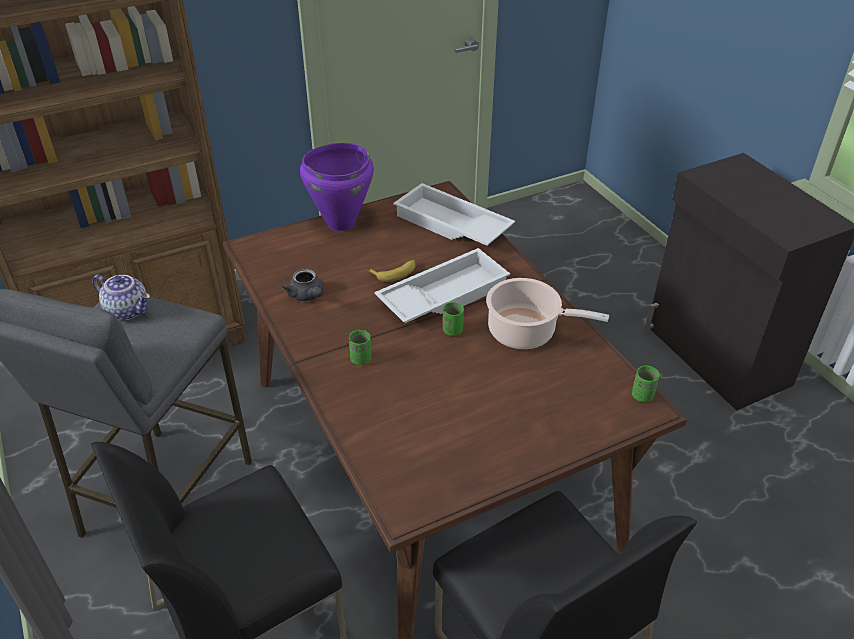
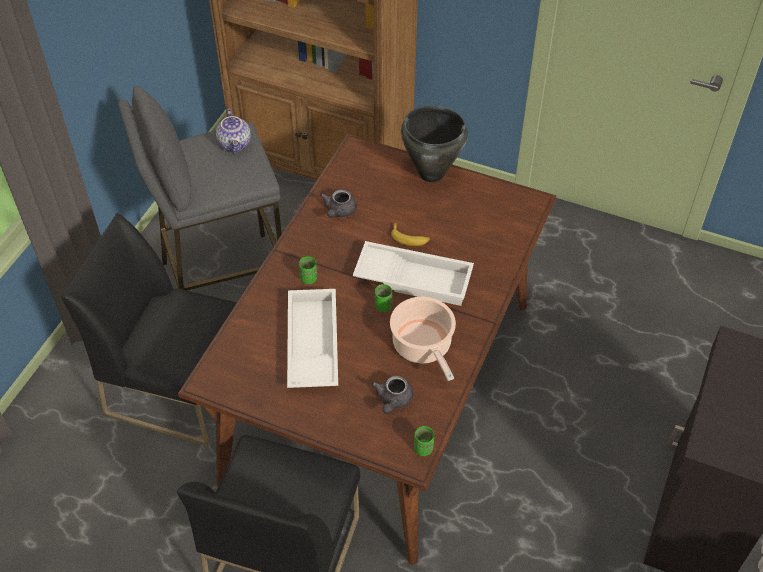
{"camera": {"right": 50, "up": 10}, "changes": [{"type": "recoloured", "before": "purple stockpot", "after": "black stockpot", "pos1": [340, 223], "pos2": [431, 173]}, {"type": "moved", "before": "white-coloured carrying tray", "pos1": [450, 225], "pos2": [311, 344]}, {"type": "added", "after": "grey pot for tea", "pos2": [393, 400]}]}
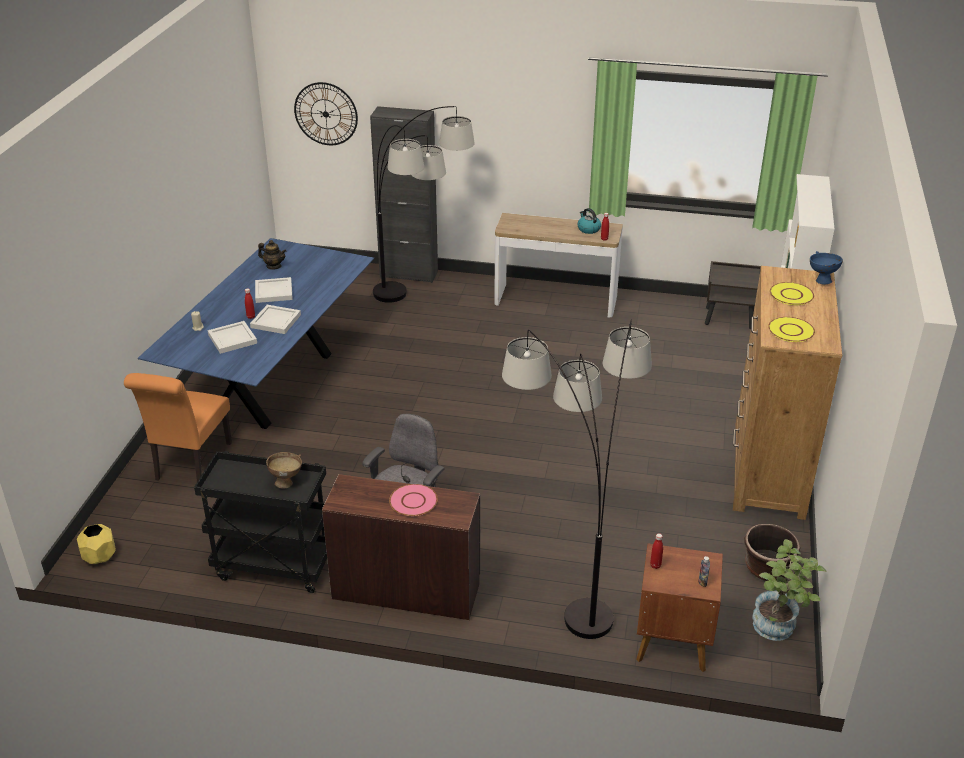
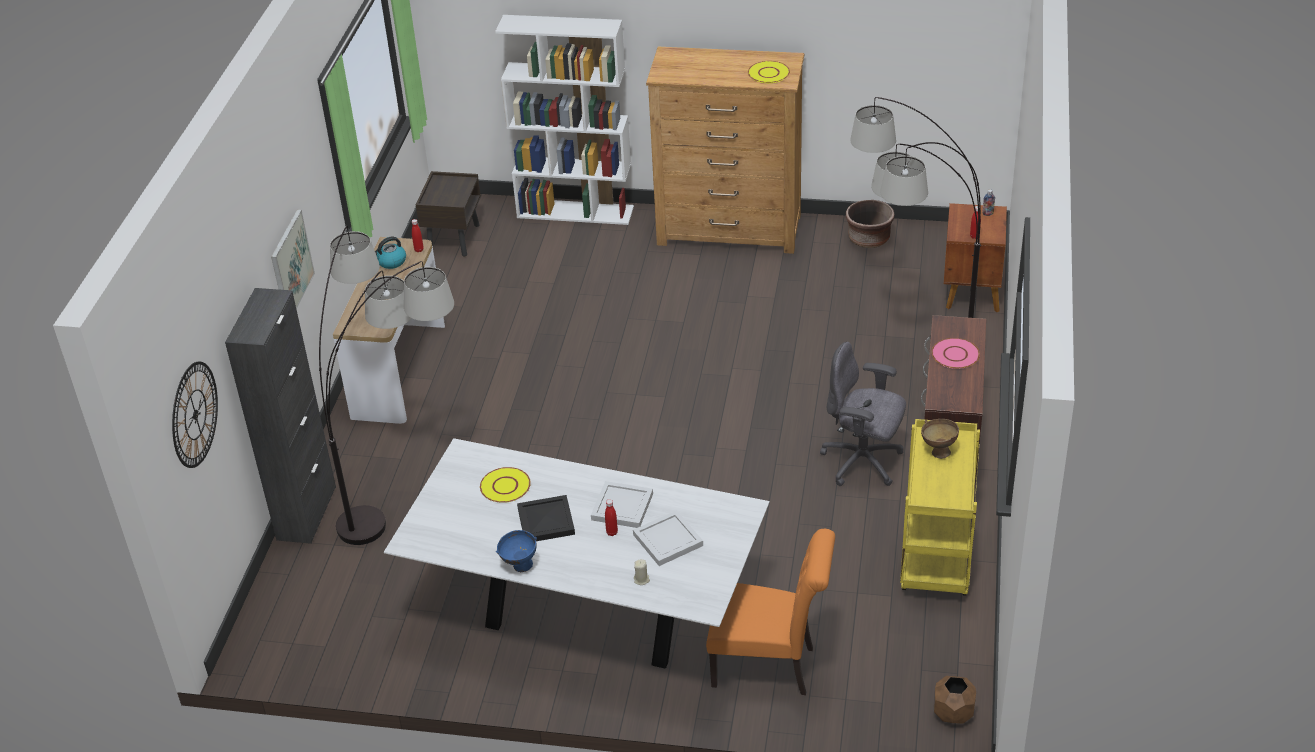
{"camera": {"right": -90, "up": 5}, "changes": [{"type": "recoloured", "before": "blue kitchen table", "after": "white-coloured kitchen table", "pos1": [274, 383], "pos2": [587, 616]}, {"type": "removed", "before": "pot for tea", "pos1": [274, 266]}, {"type": "moved", "before": "blue bowl", "pos1": [821, 280], "pos2": [518, 566]}, {"type": "recoloured", "before": "white-coloured carrying tray", "after": "black carrying tray", "pos1": [273, 292], "pos2": [547, 521]}, {"type": "moved", "before": "yellowish dinner plate", "pos1": [791, 294], "pos2": [505, 486]}, {"type": "recoloured", "before": "black wheeled cart", "after": "yellowish wheeled cart", "pos1": [272, 567], "pos2": [937, 558]}, {"type": "recoloured", "before": "yellowish flower pot", "after": "brownish flower pot", "pos1": [99, 556], "pos2": [953, 714]}, {"type": "removed", "before": "houseplant", "pos1": [779, 629]}, {"type": "added", "after": "wall picture", "pos2": [291, 265]}]}
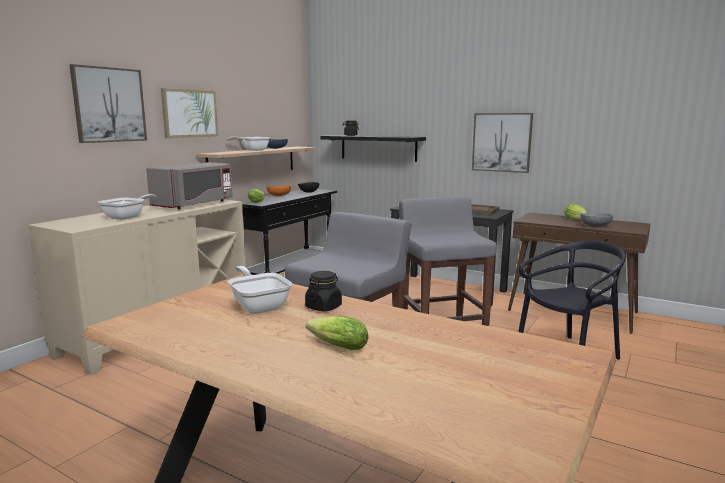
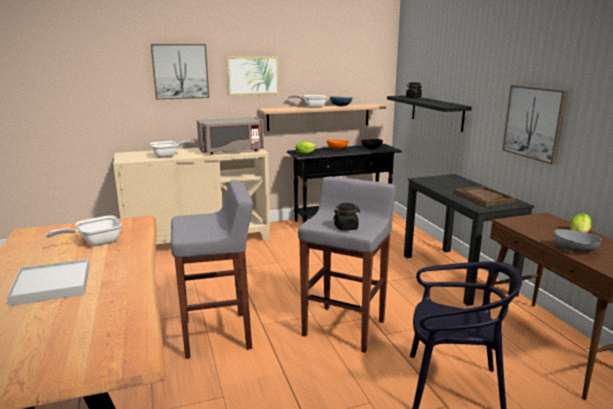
{"camera": {"right": 40, "up": 5}, "changes": [{"type": "turned", "before": "skillet", "pos1": [259, 306], "pos2": [95, 242], "turn": -135}, {"type": "moved", "before": "black preserve jar", "pos1": [323, 307], "pos2": [346, 227]}, {"type": "replaced", "before": "head of lettuce", "after": "white-coloured carrying tray", "pos1": [335, 346], "pos2": [52, 285]}]}
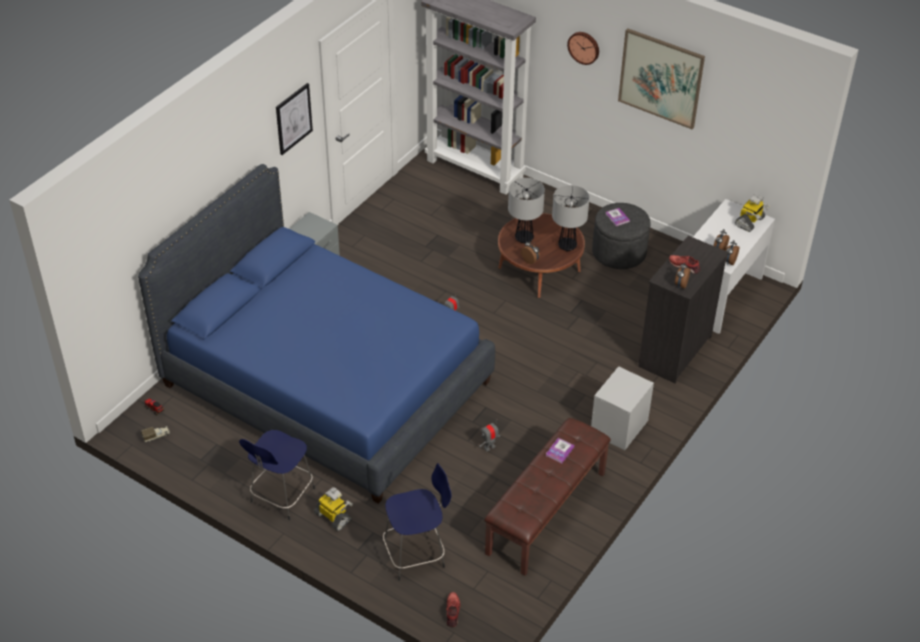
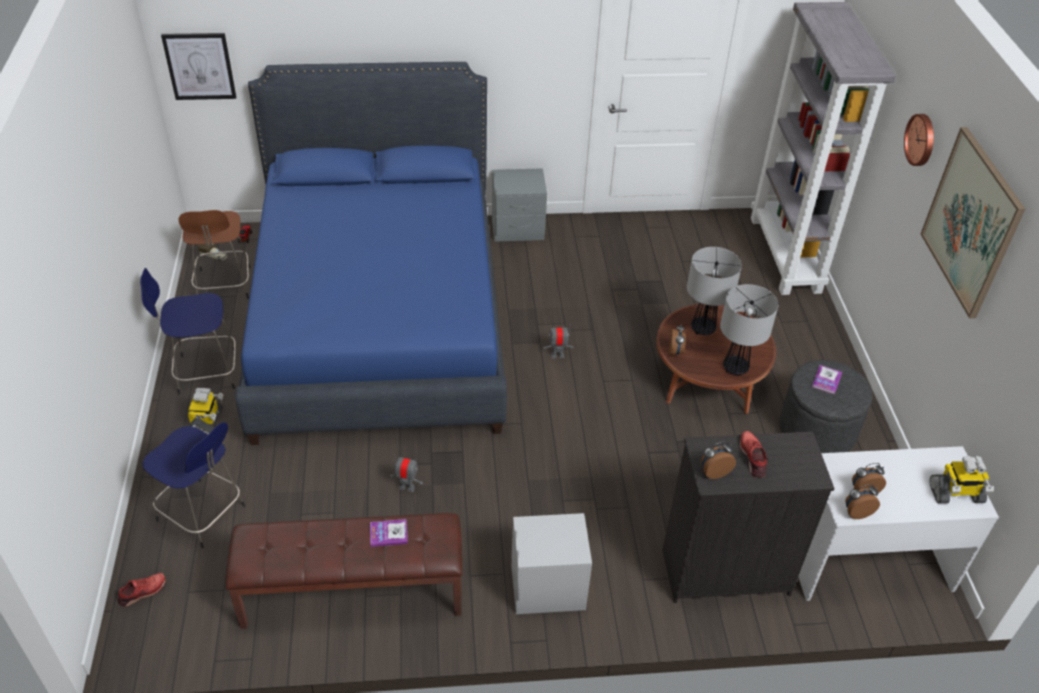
{"camera": {"right": 50, "up": 0}, "changes": [{"type": "moved", "before": "wall picture", "pos1": [293, 118], "pos2": [199, 66]}, {"type": "added", "after": "brownish stool", "pos2": [224, 286]}]}
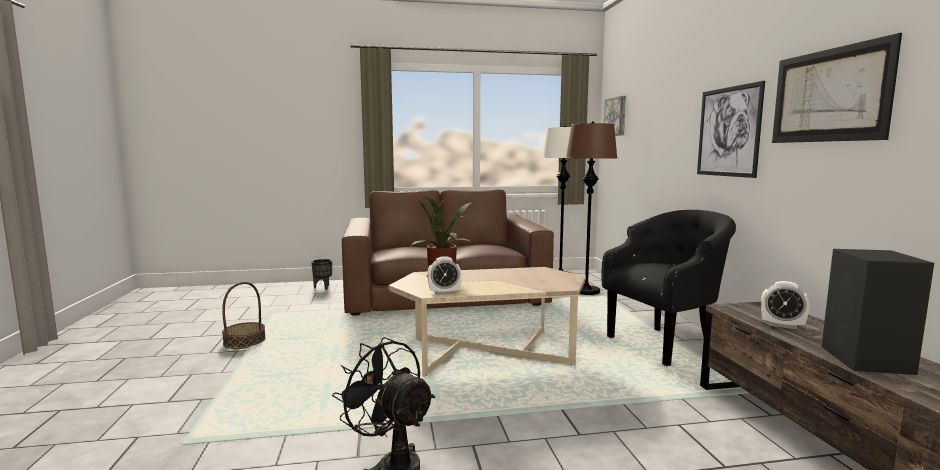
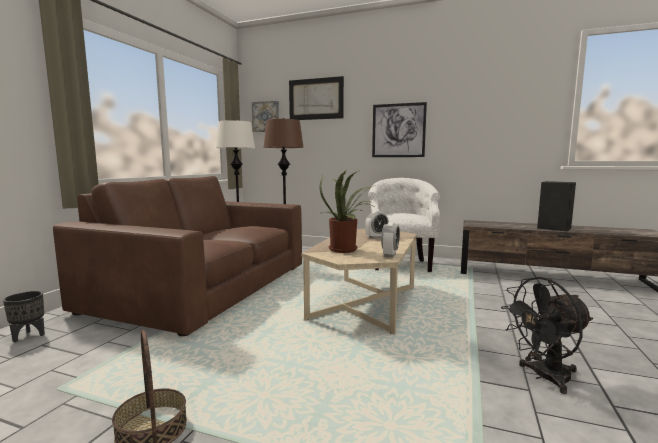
{"camera": {"right": -60, "up": 0}, "changes": [{"type": "moved", "before": "wall picture", "pos1": [828, 95], "pos2": [316, 99]}, {"type": "recoloured", "before": "black lounge chair", "after": "white-coloured lounge chair", "pos1": [665, 345], "pos2": [401, 264]}, {"type": "moved", "before": "alarm clock", "pos1": [782, 325], "pos2": [376, 237]}]}
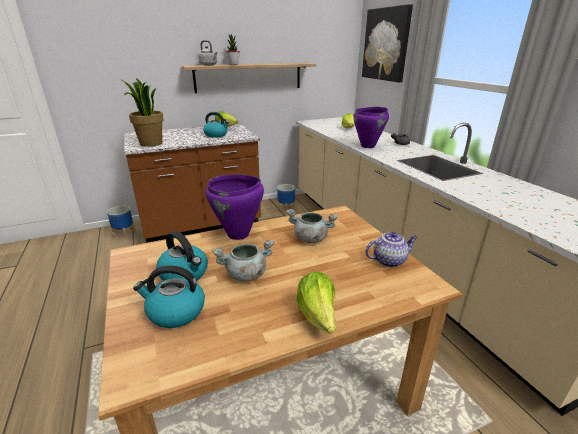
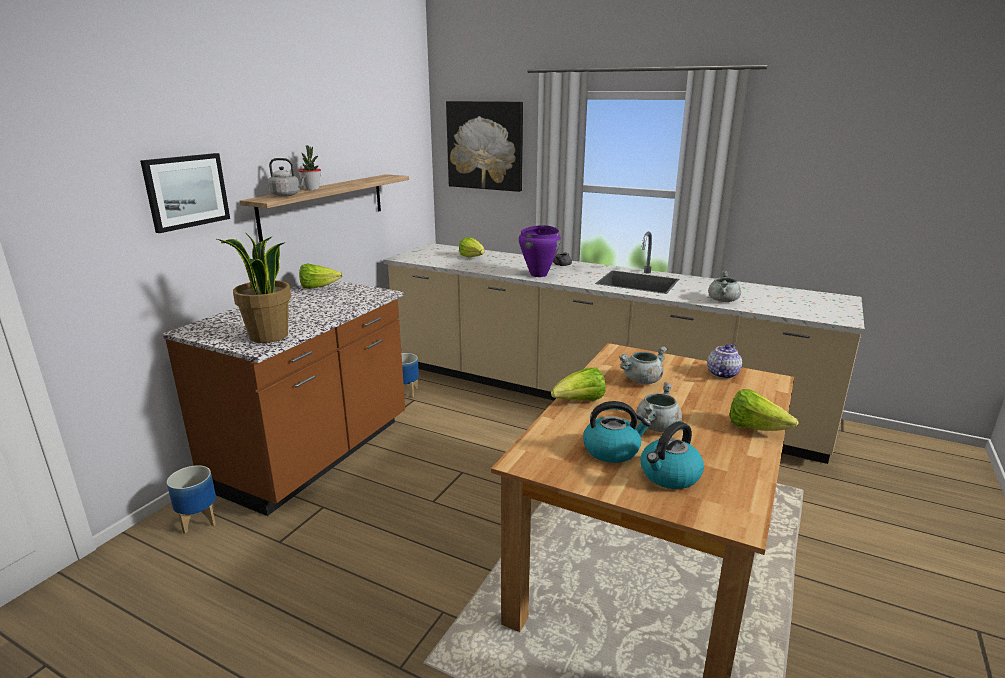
{"camera": {"right": -40, "up": -5}, "changes": [{"type": "removed", "before": "tea kettle", "pos1": [216, 135]}, {"type": "replaced", "before": "purple stockpot", "after": "head of lettuce", "pos1": [238, 234], "pos2": [580, 402]}, {"type": "added", "after": "wall picture", "pos2": [186, 191]}, {"type": "added", "after": "grey stockpot", "pos2": [723, 301]}]}
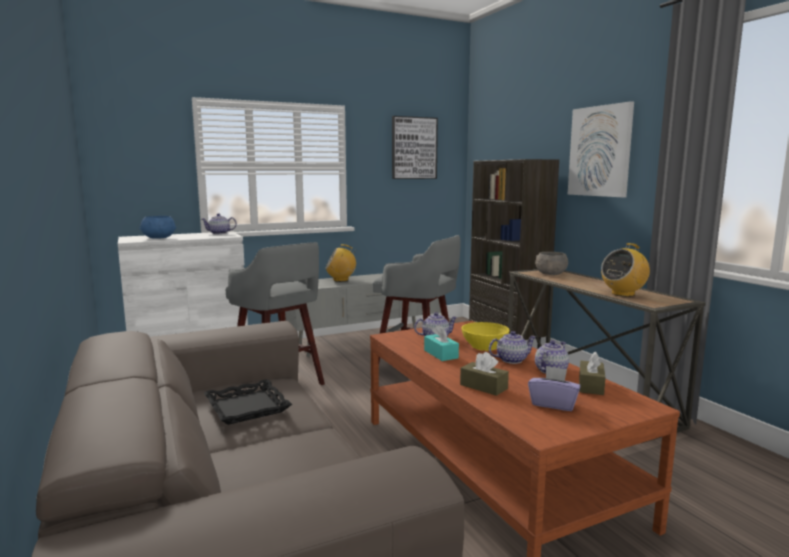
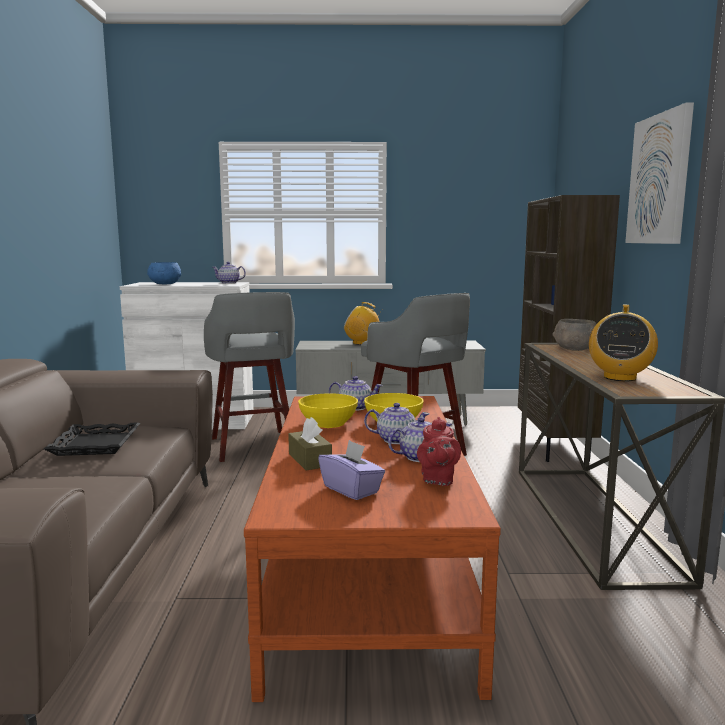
{"camera": {"right": 25, "up": 0}, "changes": [{"type": "removed", "before": "wall picture", "pos1": [414, 148]}, {"type": "turned", "before": "radio receiver", "pos1": [623, 294], "pos2": [619, 377], "turn": -60}, {"type": "replaced", "before": "turquoise-coloured box of tissues", "after": "yellowish bowl", "pos1": [441, 354], "pos2": [328, 423]}, {"type": "replaced", "before": "brownish box of tissues", "after": "red-coloured pot for tea", "pos1": [591, 385], "pos2": [437, 480]}]}
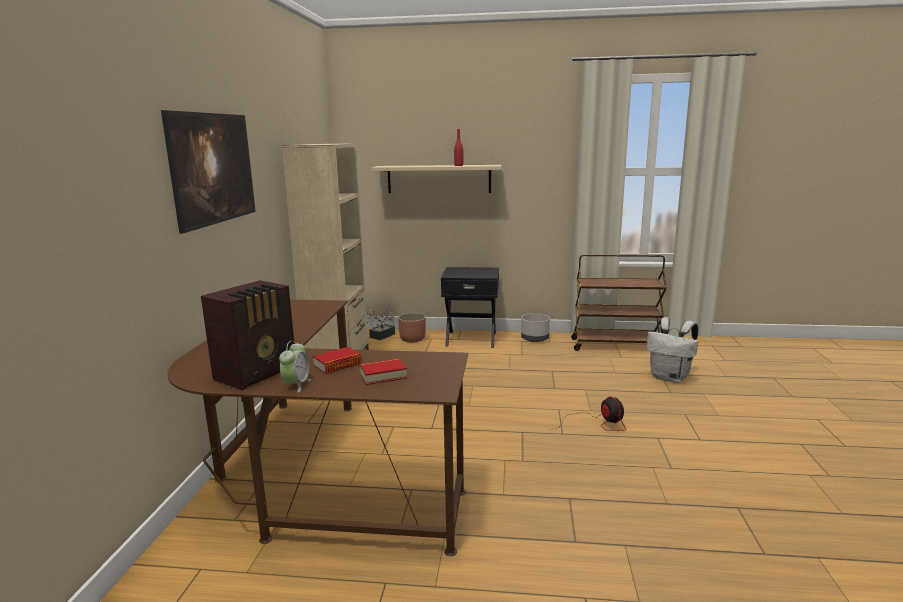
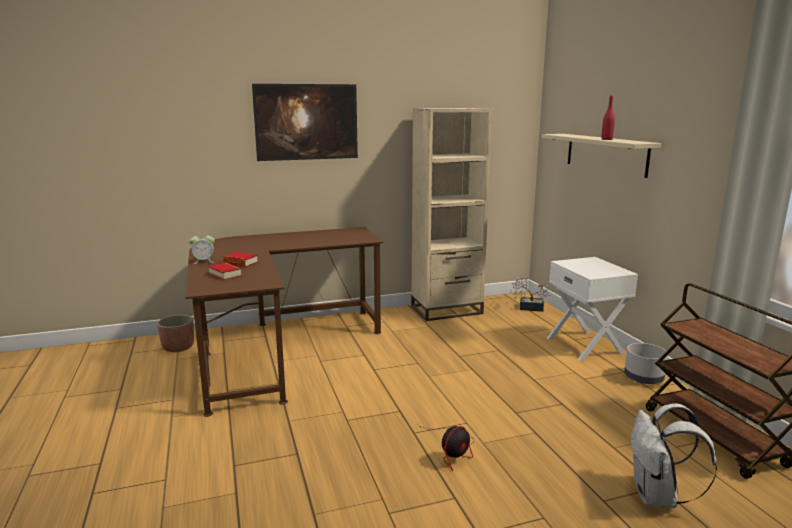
{"camera": {"right": 65, "up": 0}, "changes": [{"type": "recoloured", "before": "black bedside table", "after": "white-coloured bedside table", "pos1": [471, 339], "pos2": [585, 345]}, {"type": "removed", "before": "radio receiver", "pos1": [258, 373]}, {"type": "moved", "before": "flower pot", "pos1": [412, 339], "pos2": [178, 347]}]}
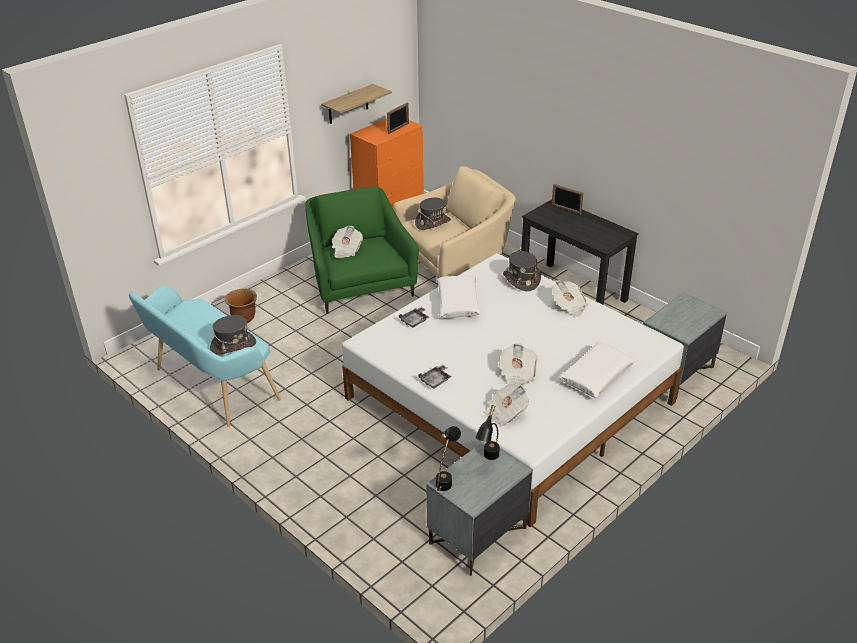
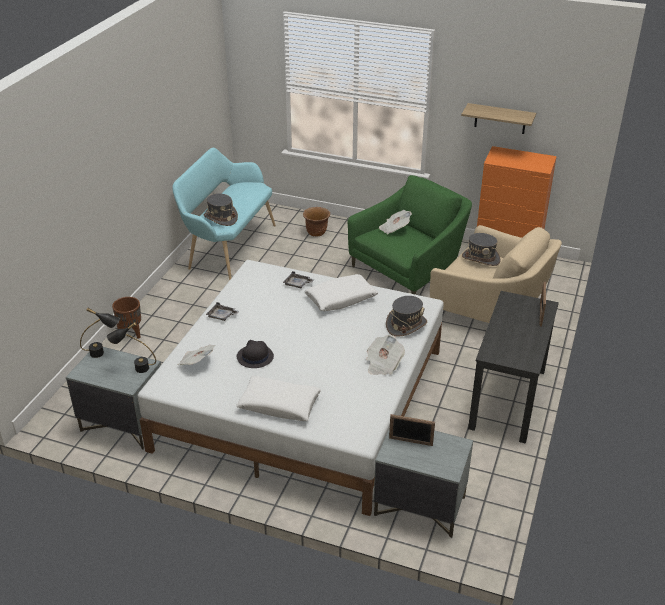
{"camera": {"right": 65, "up": 0}, "changes": [{"type": "moved", "before": "picture frame", "pos1": [398, 128], "pos2": [410, 441]}, {"type": "replaced", "before": "daily paper", "after": "black hat", "pos1": [517, 374], "pos2": [255, 357]}, {"type": "added", "after": "brownish flower pot", "pos2": [131, 334]}]}
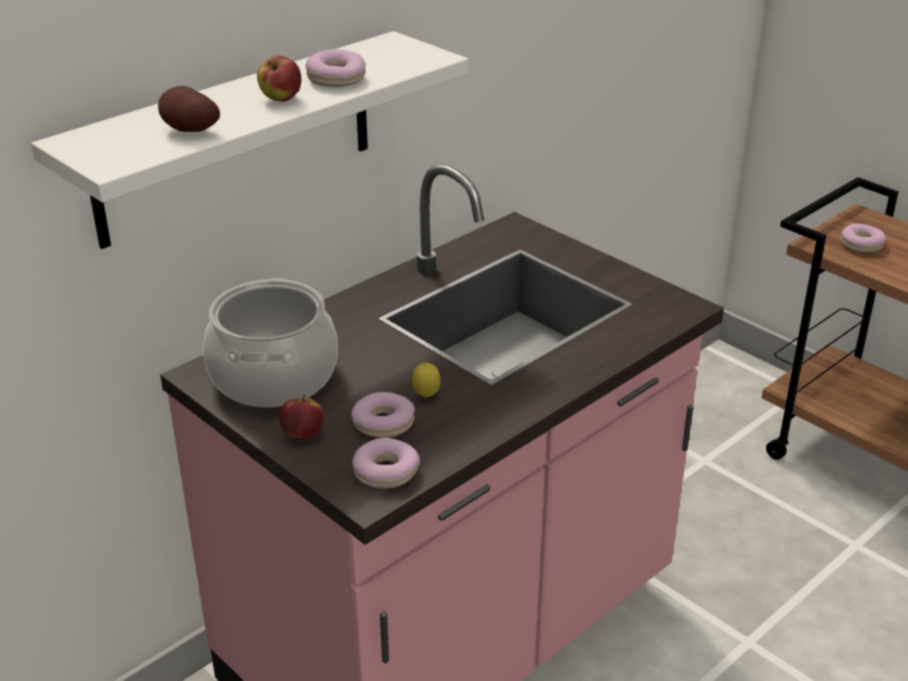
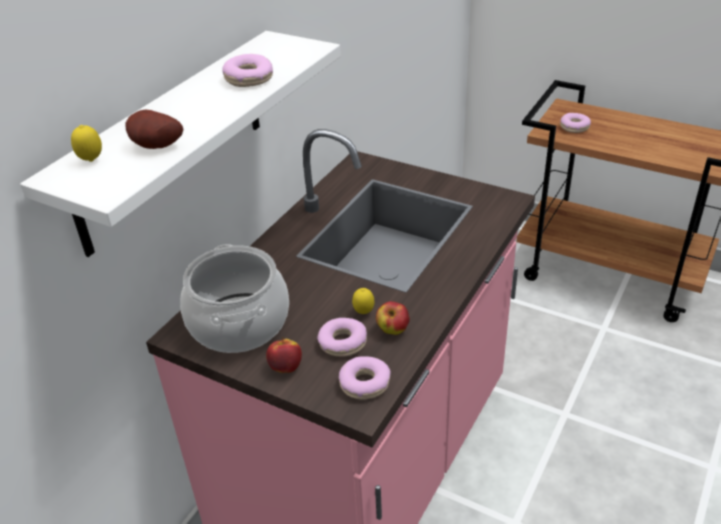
{"camera": {"right": -15, "up": 5}, "changes": [{"type": "moved", "before": "apple", "pos1": [281, 99], "pos2": [393, 330]}, {"type": "added", "after": "lemon", "pos2": [91, 161]}]}
